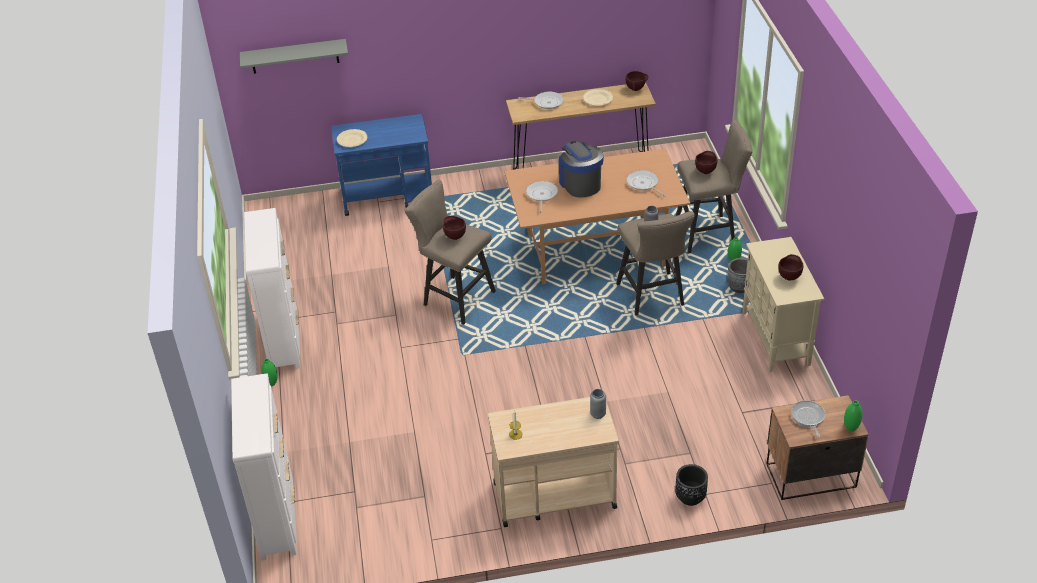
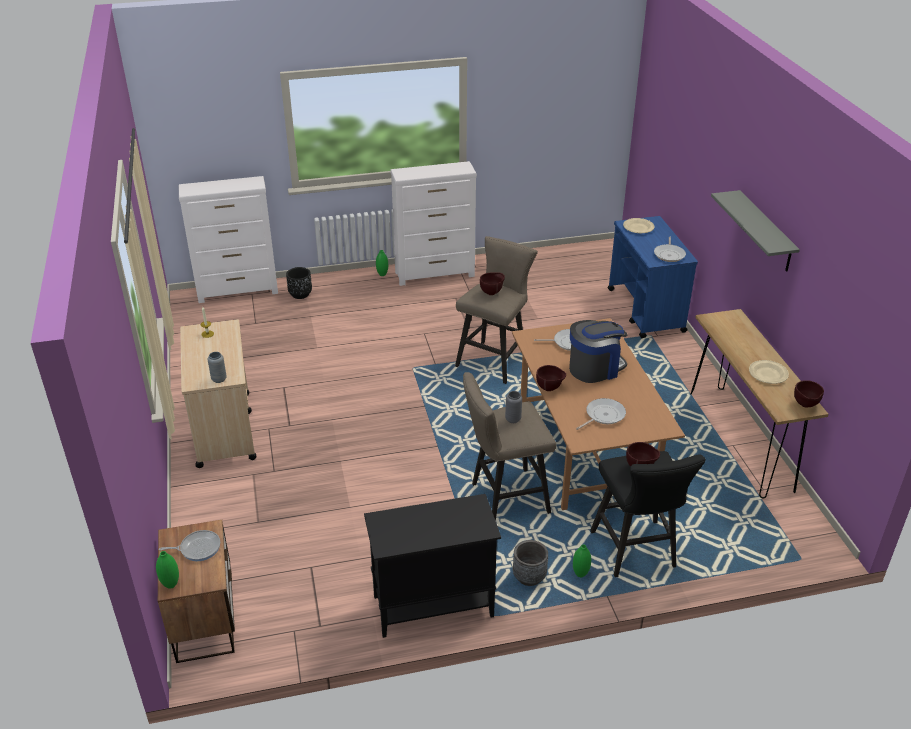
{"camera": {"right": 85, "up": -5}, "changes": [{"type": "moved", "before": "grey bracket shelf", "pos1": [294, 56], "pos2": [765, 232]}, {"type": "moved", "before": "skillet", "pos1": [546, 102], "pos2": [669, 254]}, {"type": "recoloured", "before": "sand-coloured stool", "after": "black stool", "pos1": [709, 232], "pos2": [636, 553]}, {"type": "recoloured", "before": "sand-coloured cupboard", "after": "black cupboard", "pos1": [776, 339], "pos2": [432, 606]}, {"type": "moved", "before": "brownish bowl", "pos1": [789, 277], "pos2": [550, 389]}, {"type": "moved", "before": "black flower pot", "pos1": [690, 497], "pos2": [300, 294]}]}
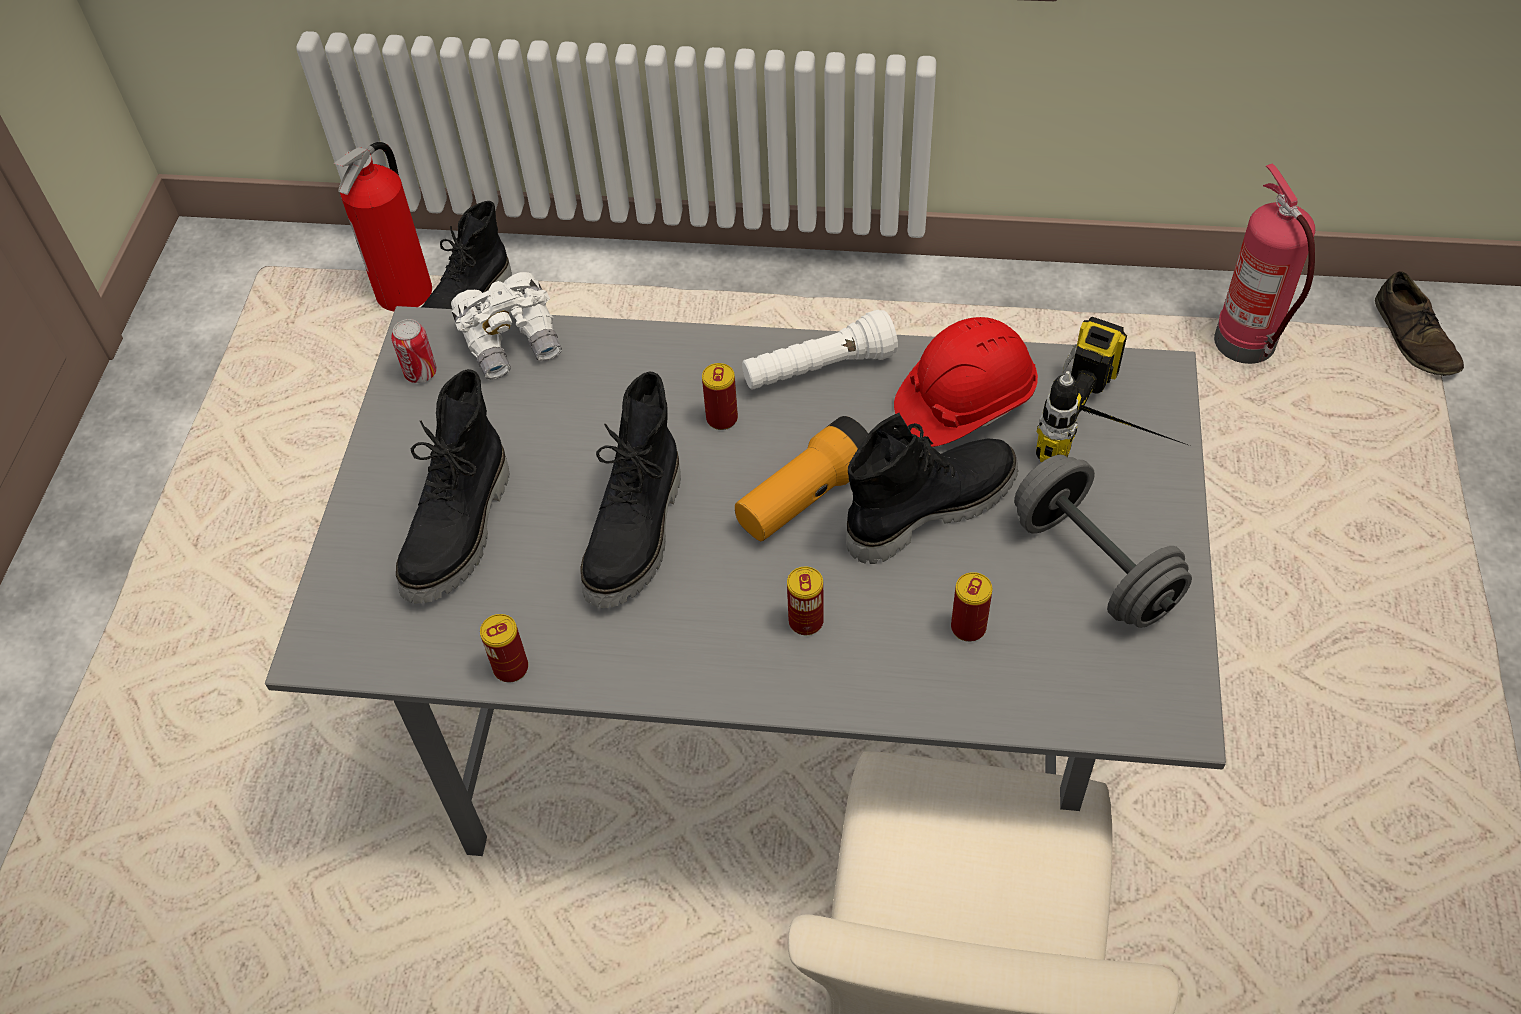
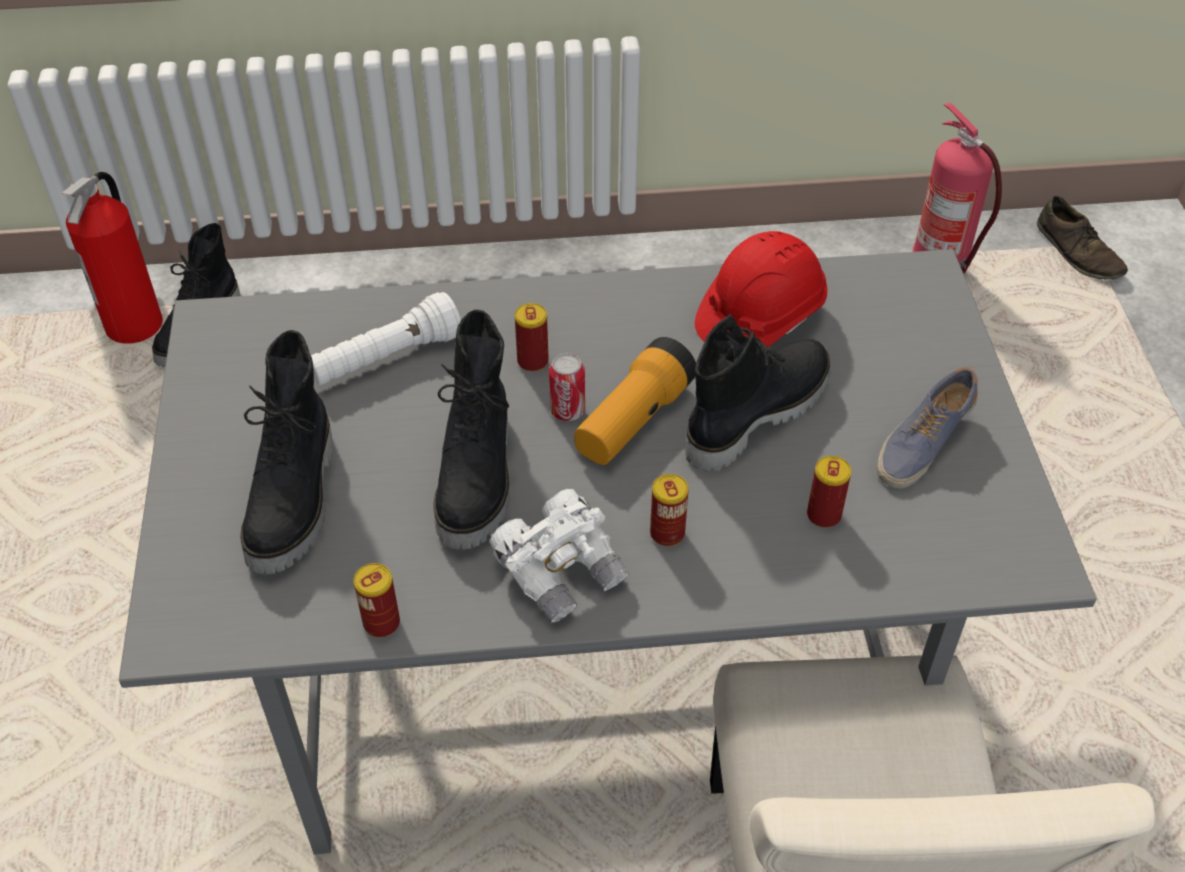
{"camera": {"right": -15, "up": -5}, "changes": [{"type": "moved", "before": "white-coloured binoculars", "pos1": [512, 341], "pos2": [561, 571]}, {"type": "moved", "before": "white-coloured torch", "pos1": [818, 369], "pos2": [386, 359]}, {"type": "removed", "before": "electric drill", "pos1": [1116, 437]}, {"type": "moved", "before": "can", "pos1": [420, 373], "pos2": [567, 411]}, {"type": "replaced", "before": "grey hand weight", "after": "item of footwear", "pos1": [1094, 565], "pos2": [922, 442]}]}
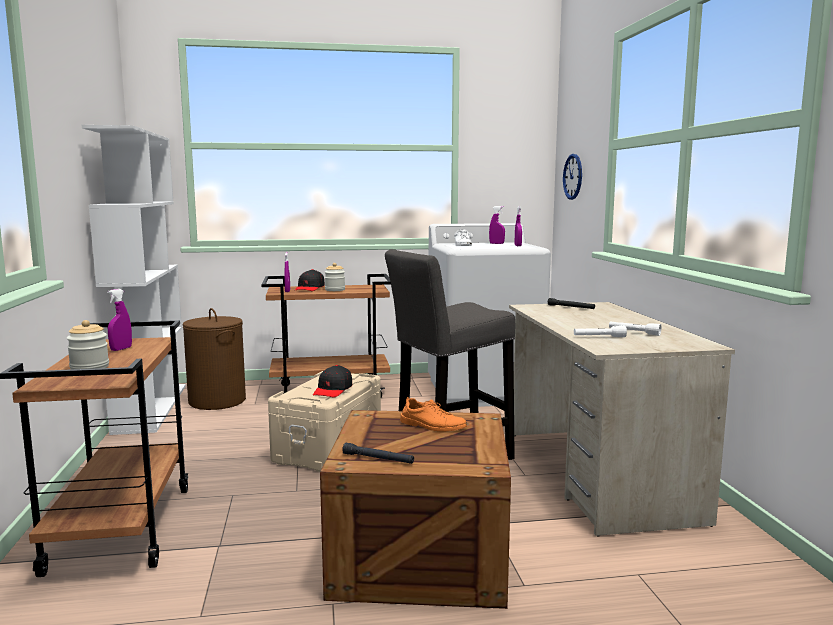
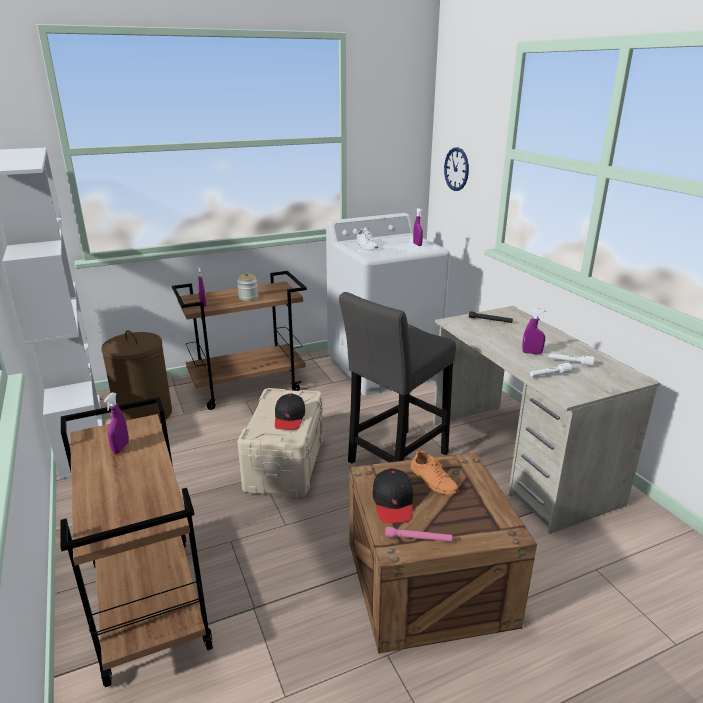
{"camera": {"right": -15, "up": 15}, "changes": [{"type": "moved", "before": "purple sprayer", "pos1": [496, 243], "pos2": [532, 353]}, {"type": "moved", "before": "black peaked cap", "pos1": [310, 288], "pos2": [393, 502]}, {"type": "removed", "before": "preserve jar", "pos1": [89, 367]}, {"type": "turned", "before": "orangey item of footwear", "pos1": [432, 426], "pos2": [433, 480], "turn": 45}, {"type": "recoloured", "before": "black torch", "after": "pink torch", "pos1": [378, 459], "pos2": [418, 538]}]}
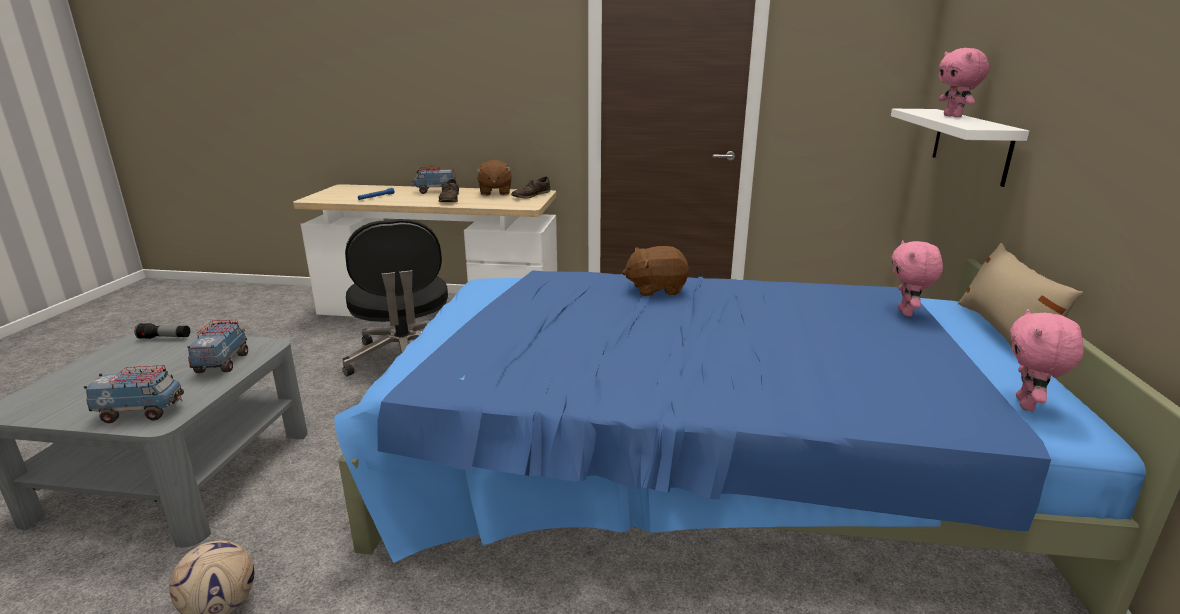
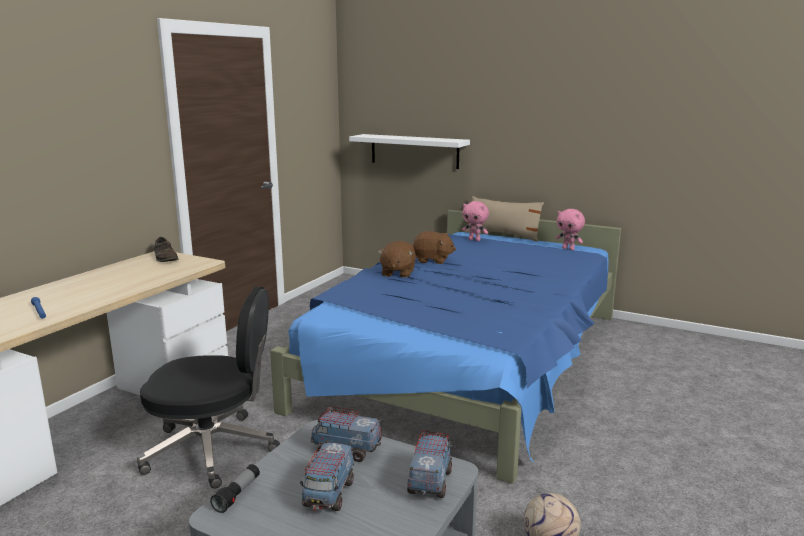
{"camera": {"right": -70, "up": -5}, "changes": [{"type": "removed", "before": "pink plush toy", "pos1": [953, 116]}, {"type": "moved", "before": "brownish plush toy", "pos1": [495, 192], "pos2": [432, 260]}, {"type": "moved", "before": "model truck", "pos1": [435, 191], "pos2": [328, 494]}, {"type": "removed", "before": "brownish item of footwear", "pos1": [450, 199]}]}
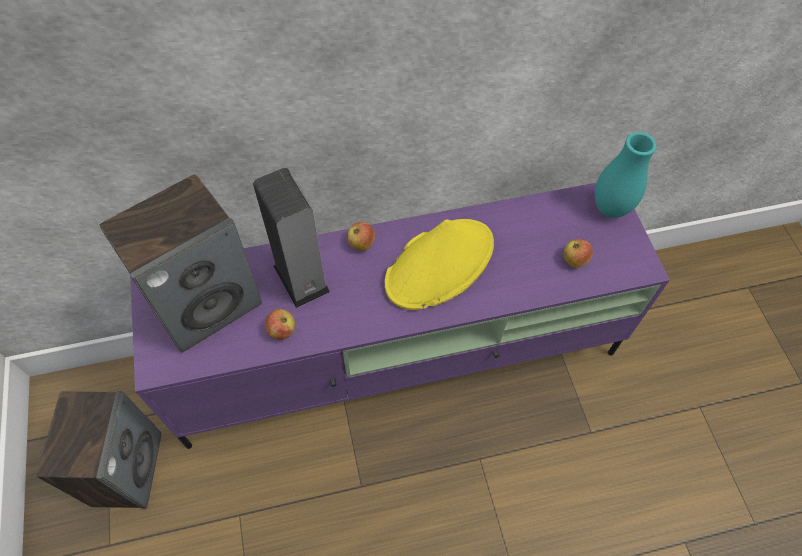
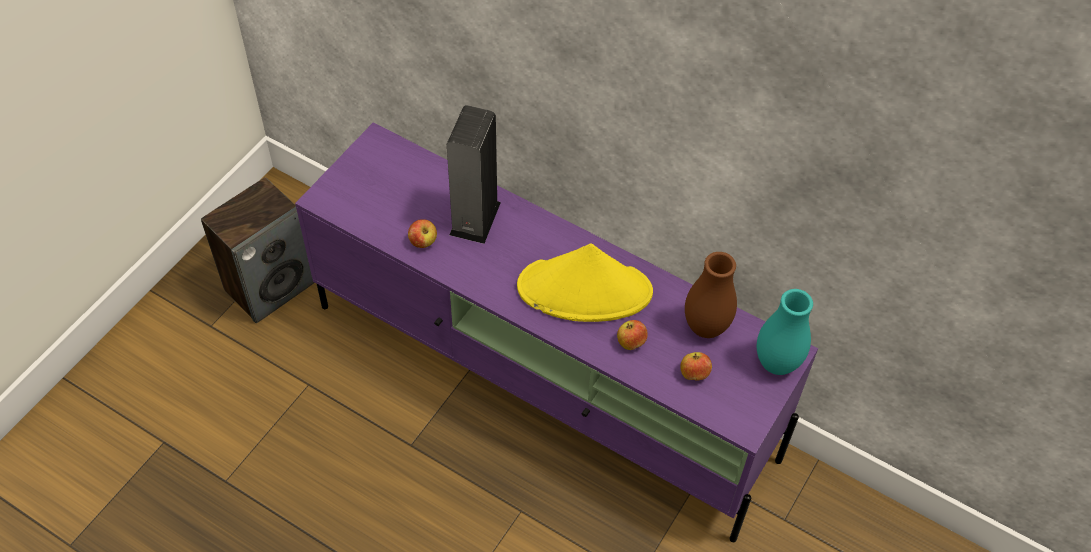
{"camera": {"right": 45, "up": -5}, "changes": [{"type": "removed", "before": "audio speaker", "pos1": [207, 303]}, {"type": "moved", "before": "apple", "pos1": [361, 243], "pos2": [631, 342]}, {"type": "added", "after": "brownish vase", "pos2": [705, 327]}]}
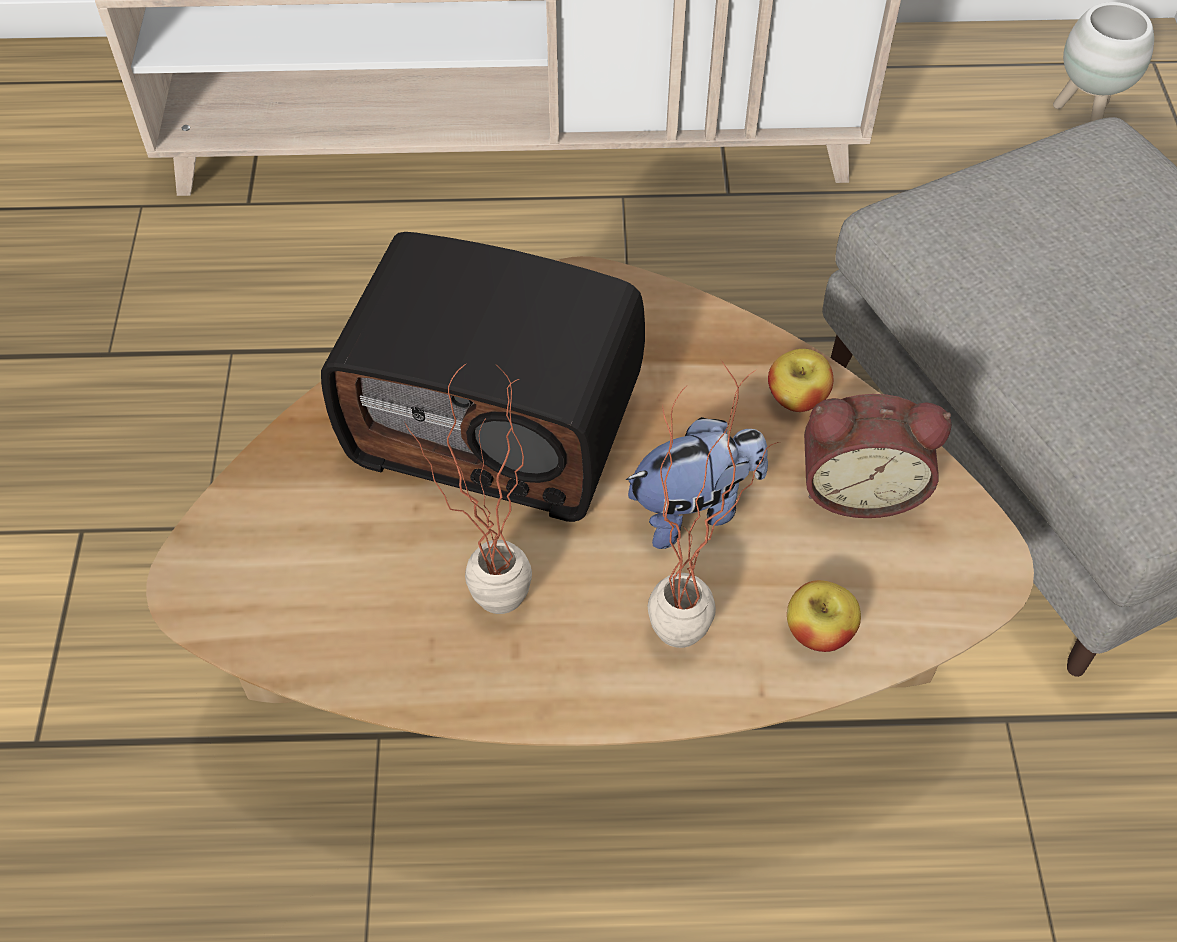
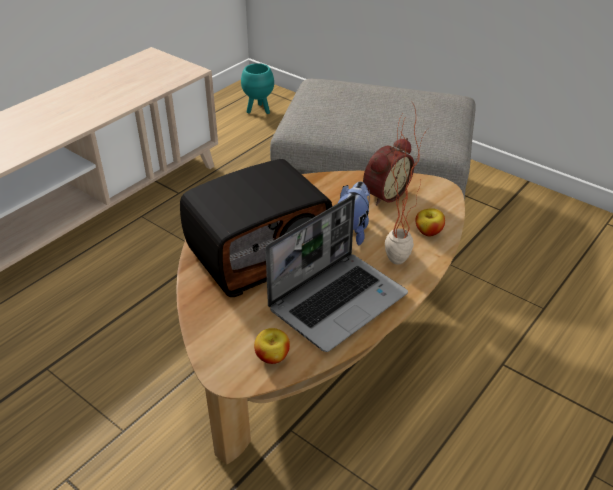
{"camera": {"right": -50, "up": -15}, "changes": [{"type": "recoloured", "before": "white-coloured flower pot", "after": "turquoise-coloured flower pot", "pos1": [1084, 114], "pos2": [258, 110]}, {"type": "moved", "before": "apple", "pos1": [797, 398], "pos2": [272, 356]}, {"type": "replaced", "before": "houseplant", "after": "portable computer", "pos1": [486, 614], "pos2": [338, 300]}]}
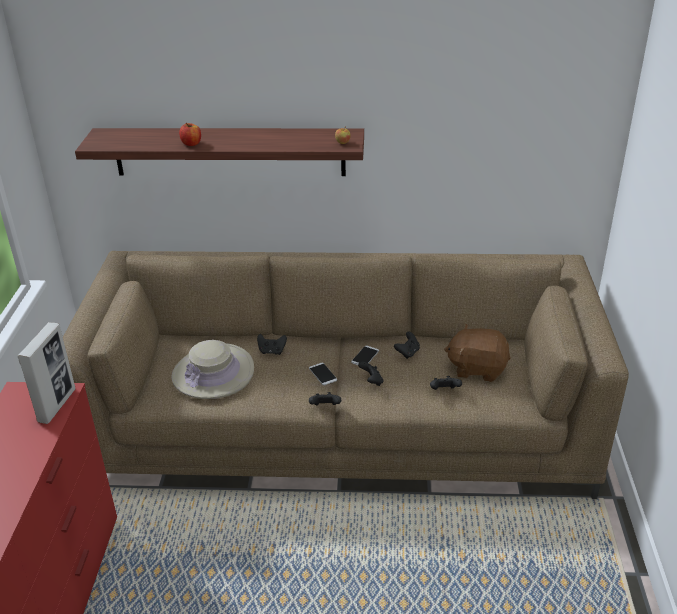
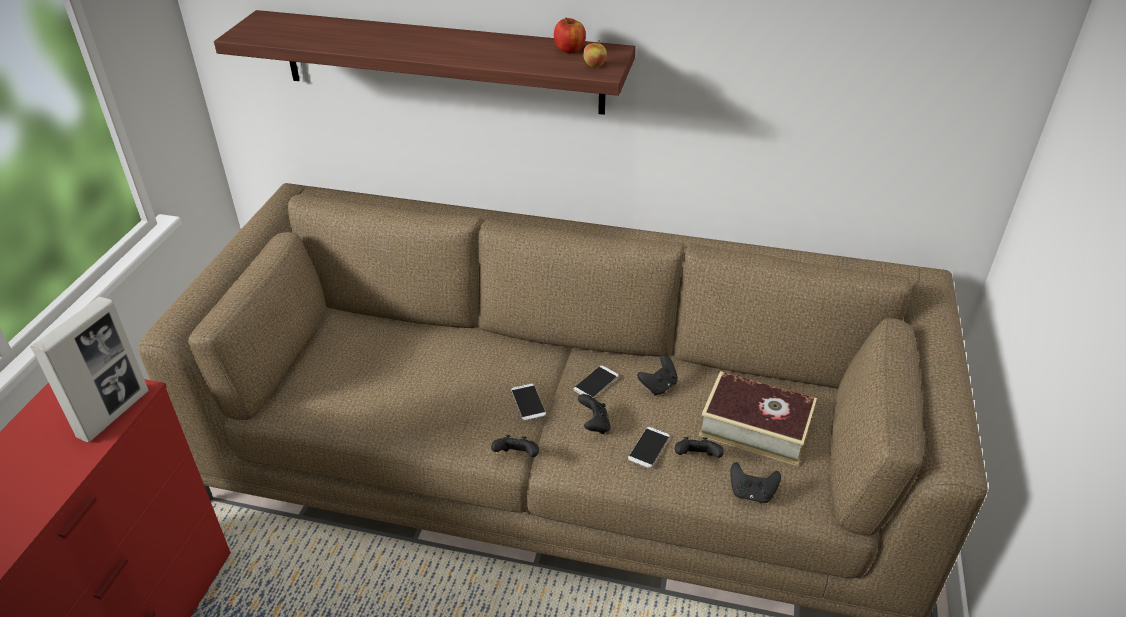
{"camera": {"right": 10, "up": 5}, "changes": [{"type": "moved", "before": "apple", "pos1": [191, 144], "pos2": [569, 49]}, {"type": "replaced", "before": "brownish plush toy", "after": "volume", "pos1": [477, 368], "pos2": [755, 427]}, {"type": "moved", "before": "black game controller", "pos1": [272, 351], "pos2": [751, 493]}, {"type": "removed", "before": "sand-coloured hat", "pos1": [213, 373]}, {"type": "added", "after": "phone", "pos2": [649, 448]}]}
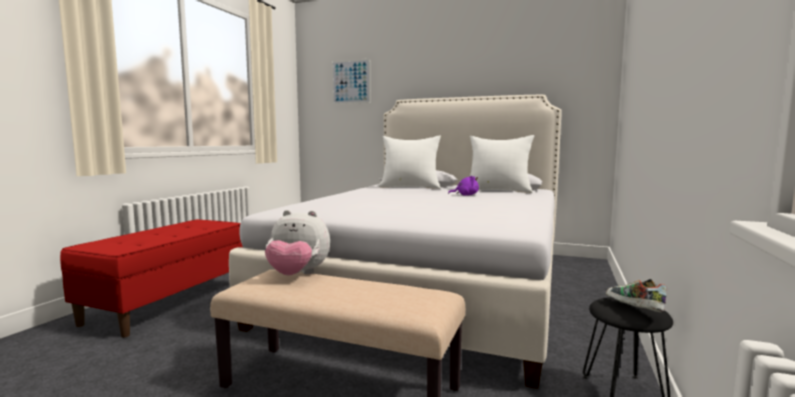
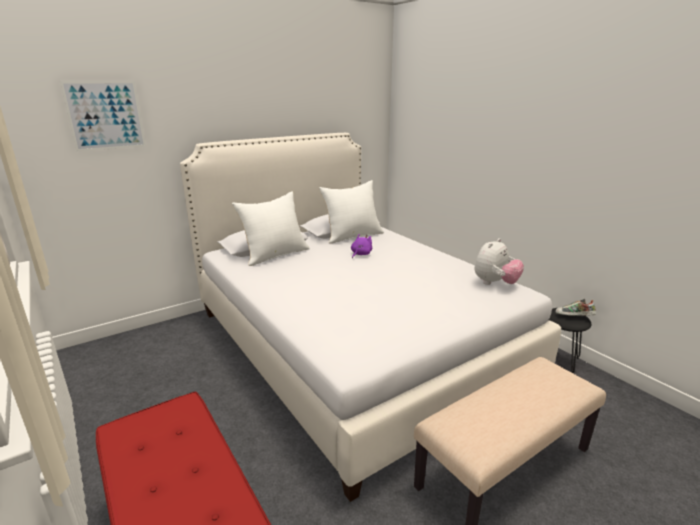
{"camera": {"right": -55, "up": 15}, "changes": [{"type": "moved", "before": "plush toy", "pos1": [298, 275], "pos2": [495, 283]}]}
